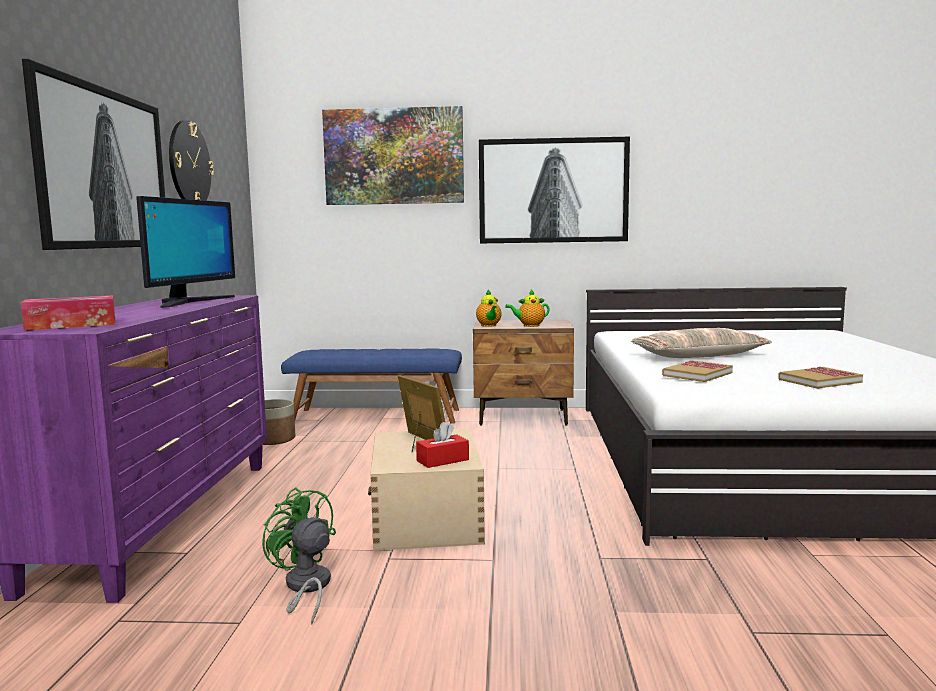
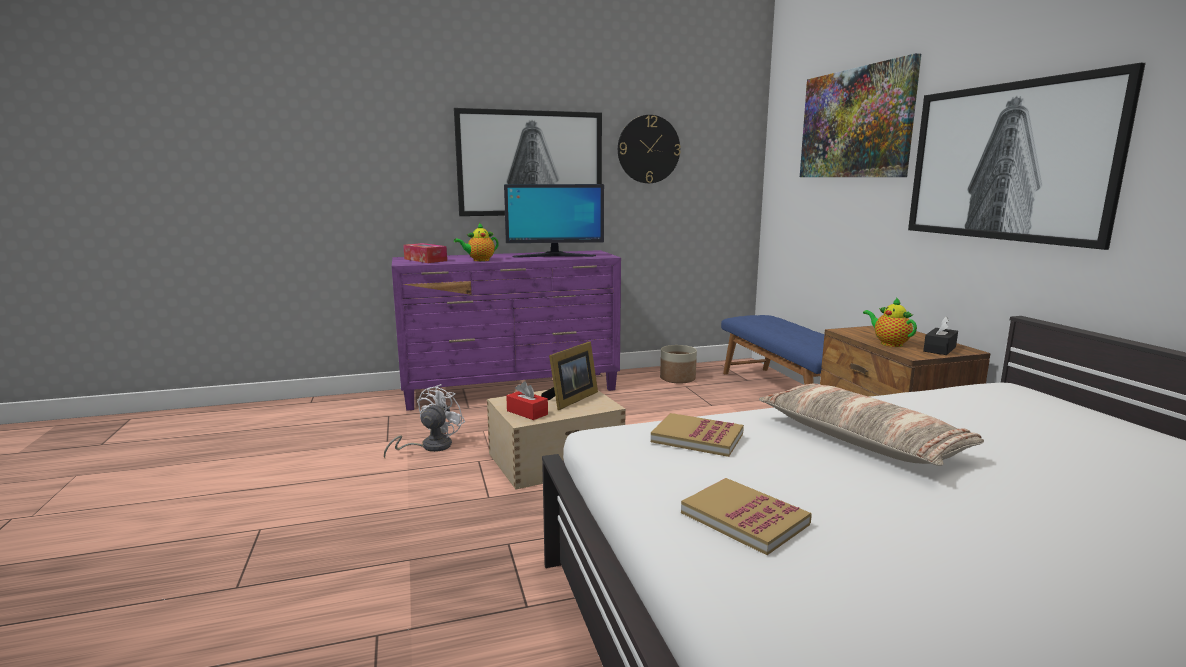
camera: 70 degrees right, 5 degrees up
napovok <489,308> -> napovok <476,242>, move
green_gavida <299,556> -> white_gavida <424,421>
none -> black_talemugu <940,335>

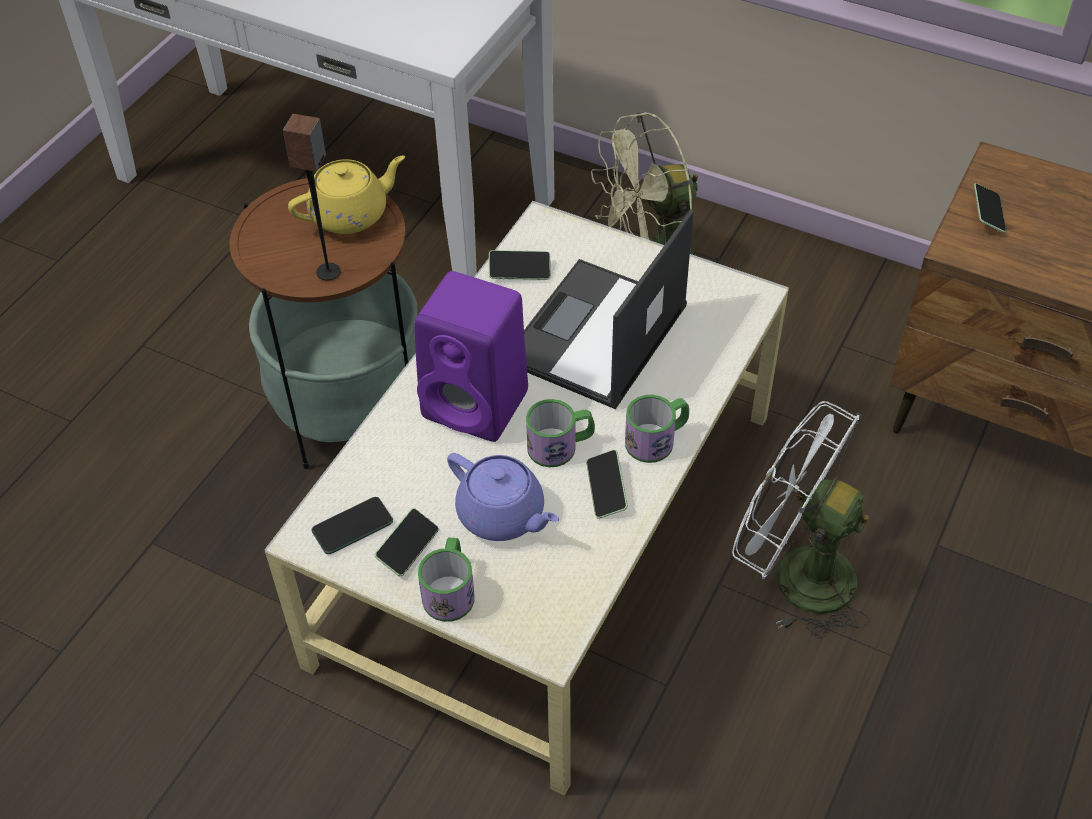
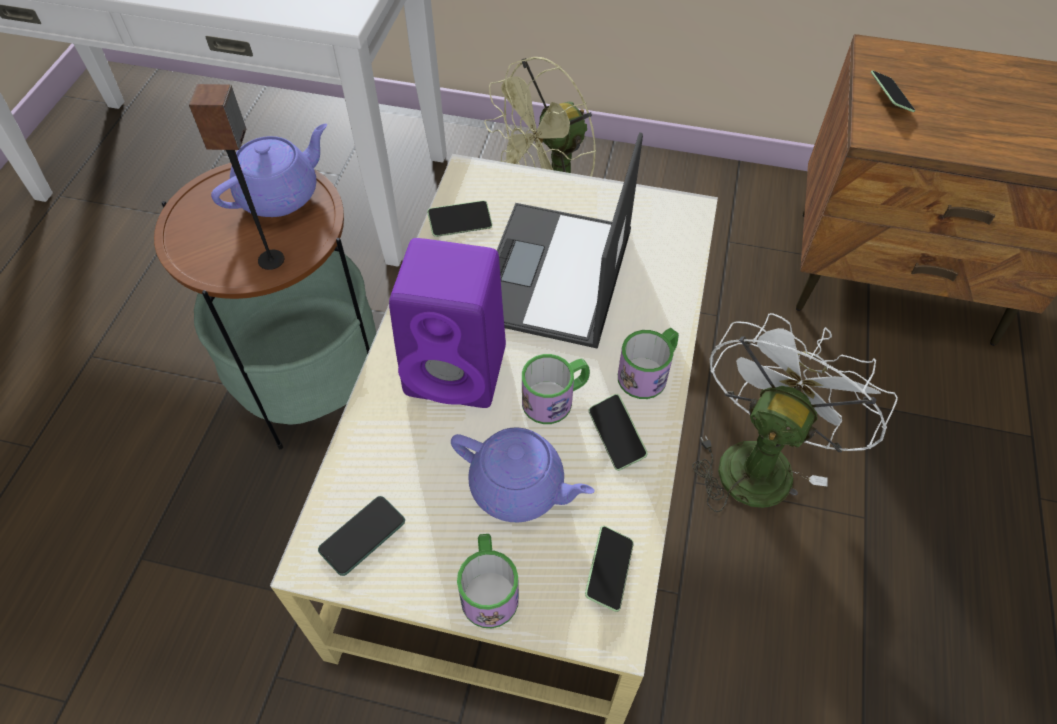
camera: 15 degrees left, 5 degrees up
yellow_napovok <346,195> -> purple_napovok <269,170>
white_gavida <801,520> -> white_gavida <795,412>, 105 degrees clockwise
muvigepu <407,542> -> muvigepu <609,569>, move

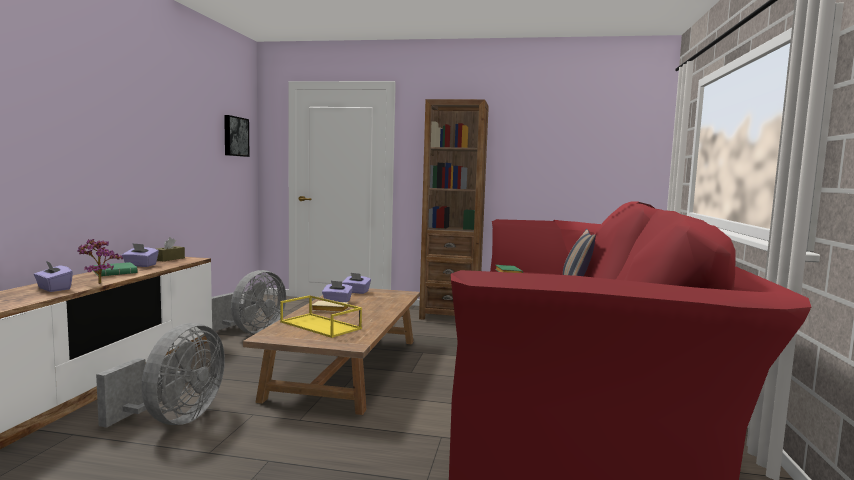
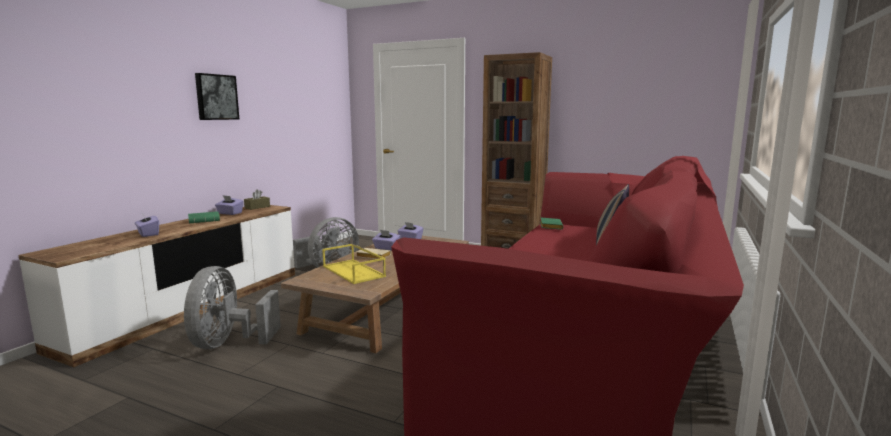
camera: 15 degrees right, 5 degrees up
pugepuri <236,136> -> pugepuri <217,96>, move
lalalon <100,261> -> none
grey_gavida <160,375> -> grey_gavida <232,307>, 150 degrees clockwise

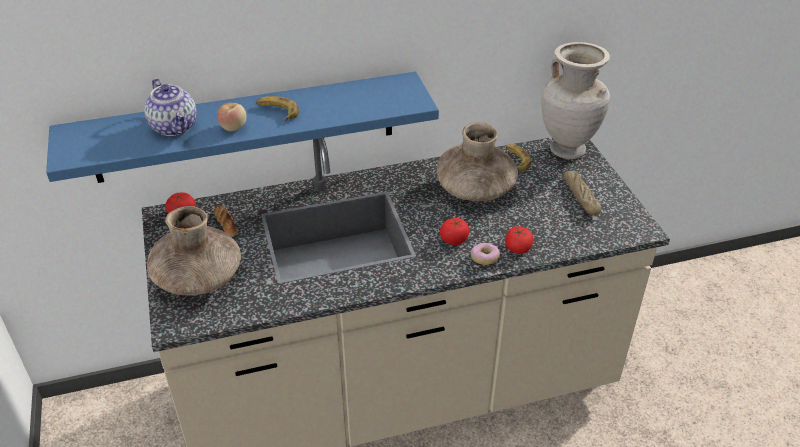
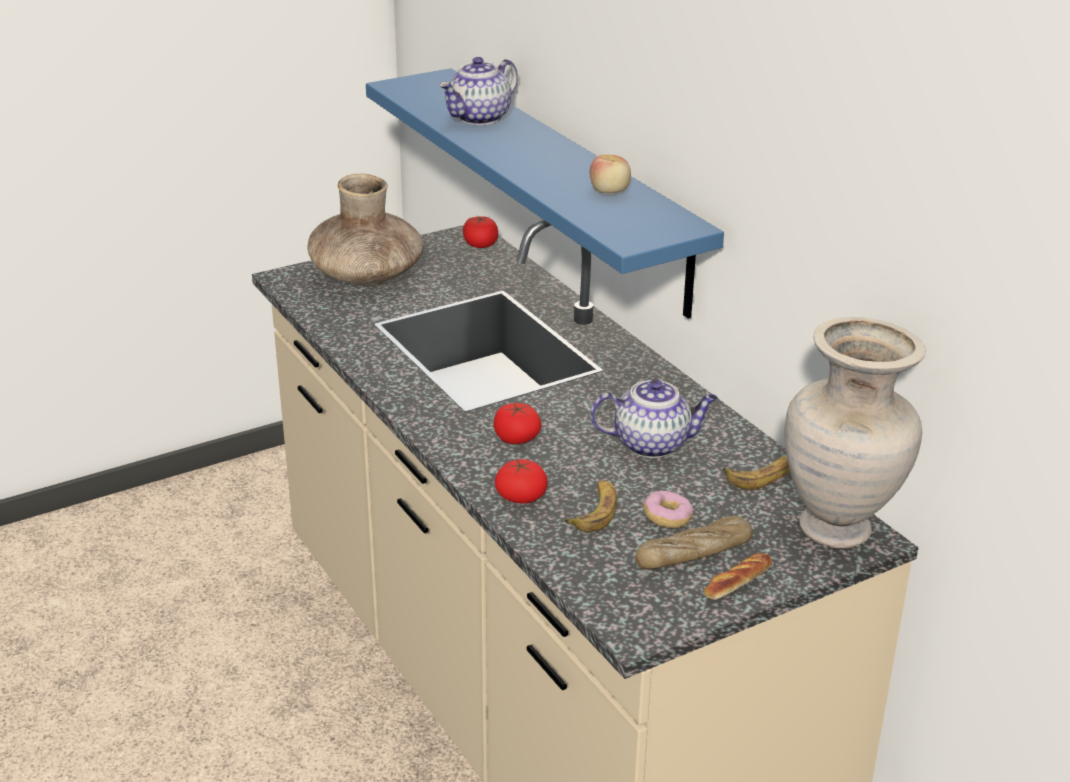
camera: 75 degrees right, 10 degrees down
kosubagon <277,108> -> kosubagon <590,506>, move
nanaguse <232,116> -> nanaguse <610,173>, move
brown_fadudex <477,161> -> napovok <654,418>
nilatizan <226,221> -> nilatizan <738,576>, move
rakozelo <485,254> -> rakozelo <668,509>, move

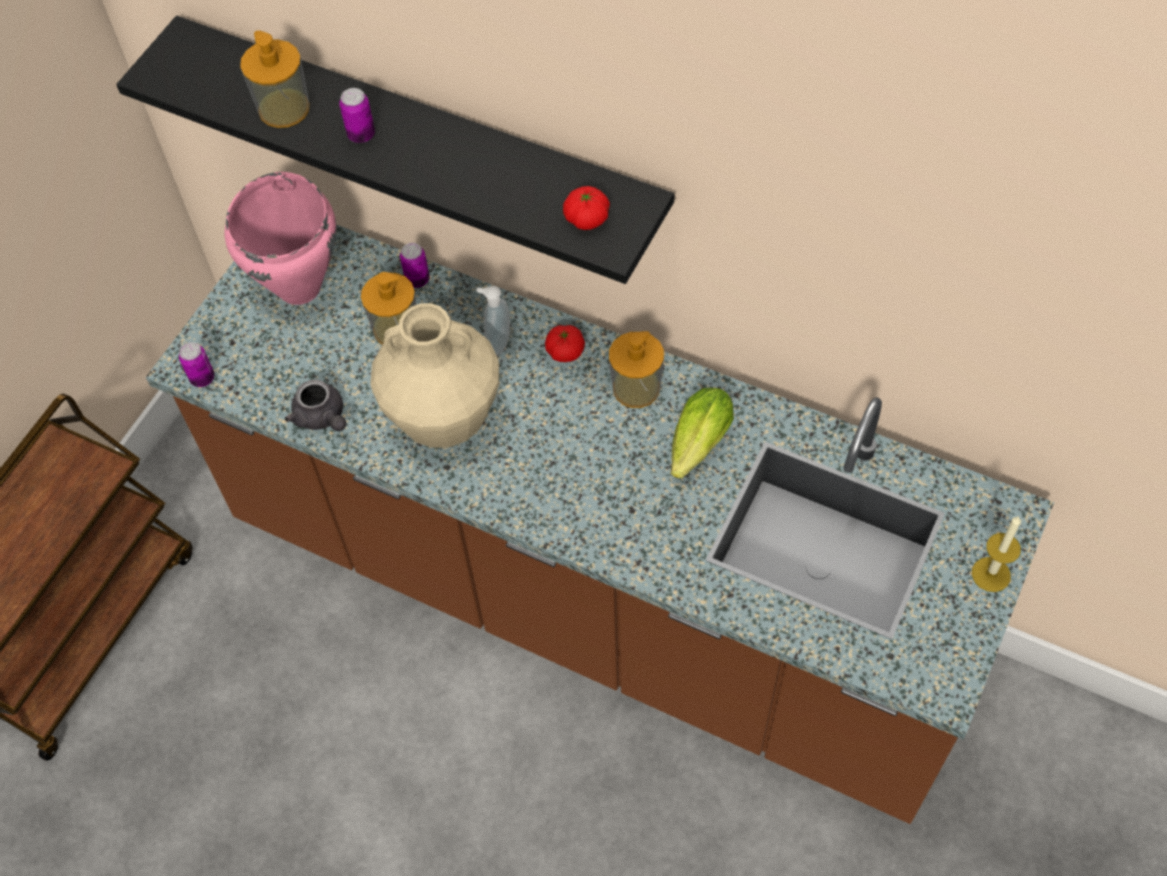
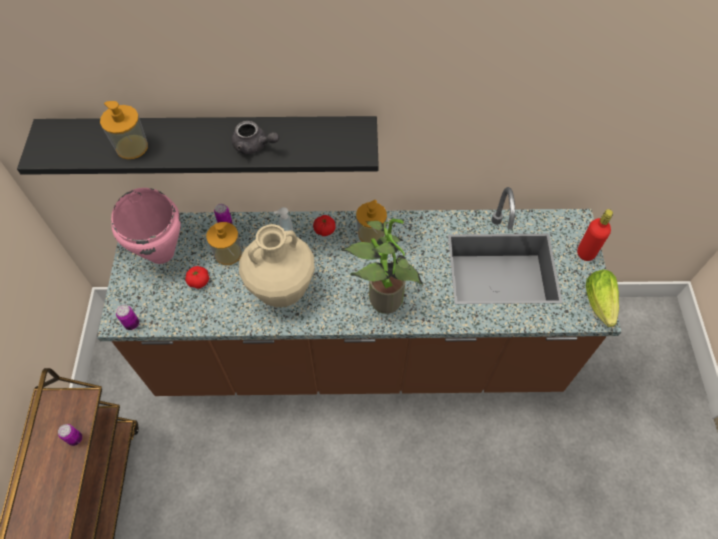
camera: 30 degrees left, 0 degrees up
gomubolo <357,115> -> gomubolo <70,435>, move
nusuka <586,208> -> nusuka <197,277>, move
grey_napovok <315,405> -> grey_napovok <255,137>, move
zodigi <702,433> -> zodigi <602,298>, move
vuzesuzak <996,554> -> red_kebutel <595,235>
none -> lalalon <382,266>

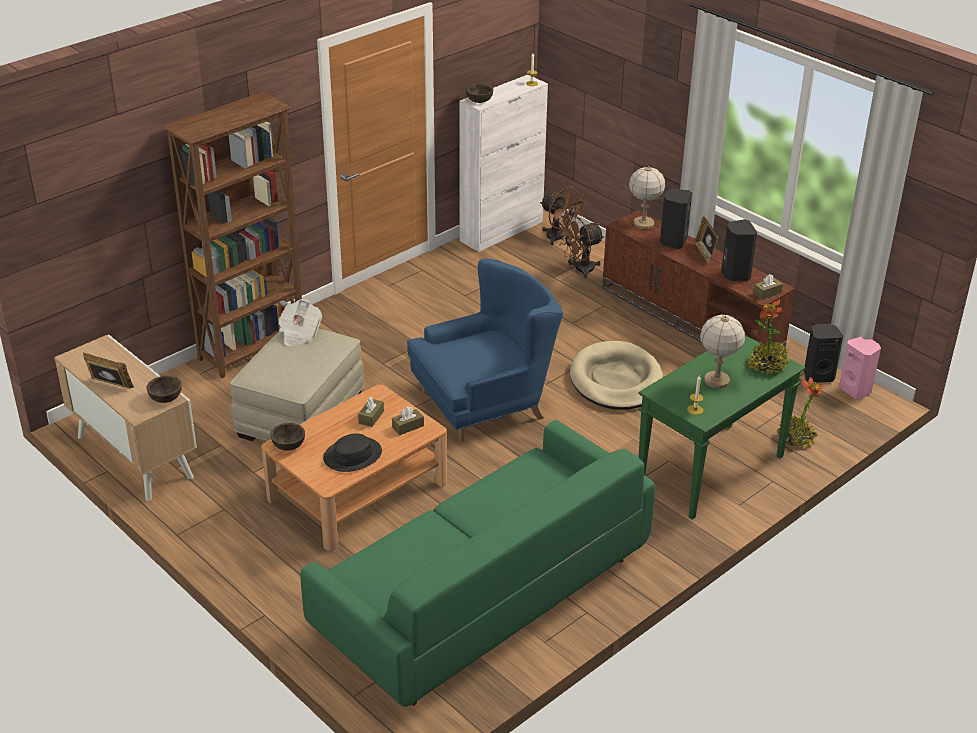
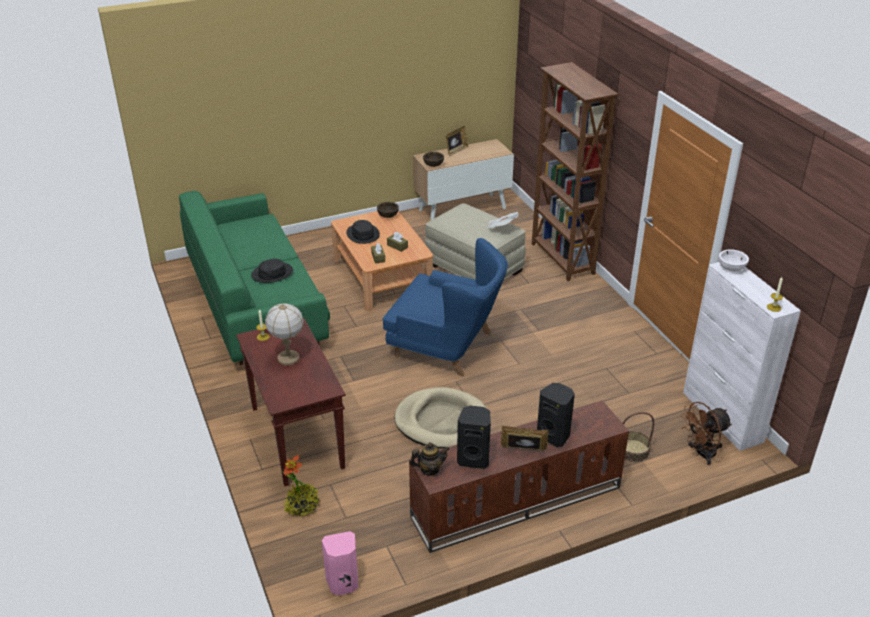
camera: 110 degrees right, 0 degrees up
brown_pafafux <479,93> -> white_pafafux <734,260>
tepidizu <647,197> -> none
brown_gavida <581,247> -> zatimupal <638,437>
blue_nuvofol <485,350> -> blue_nuvofol <445,307>, 60 degrees counterclockwise
brown_talemugu <768,287> -> napovok <430,459>
lalalon <768,336> -> none
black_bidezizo <823,353> -> none
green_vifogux <721,427> -> brown_vifogux <291,402>
none -> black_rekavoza <272,271>

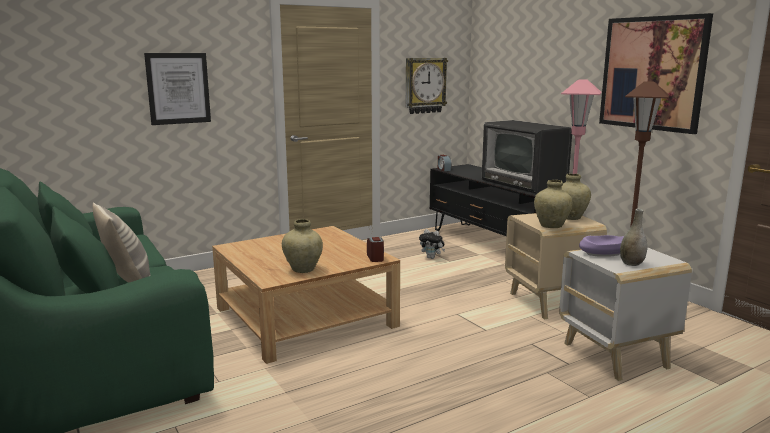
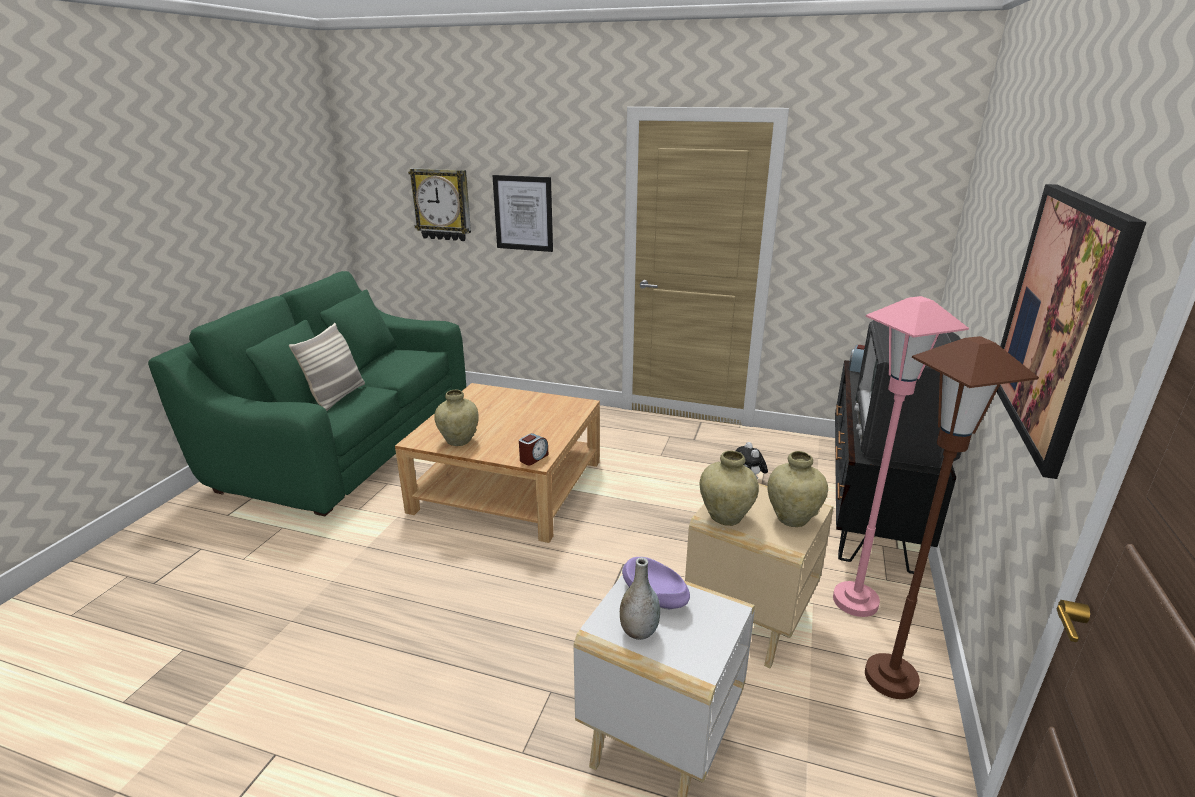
camera: 50 degrees right, 10 degrees up
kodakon <427,86> -> kodakon <439,204>, move

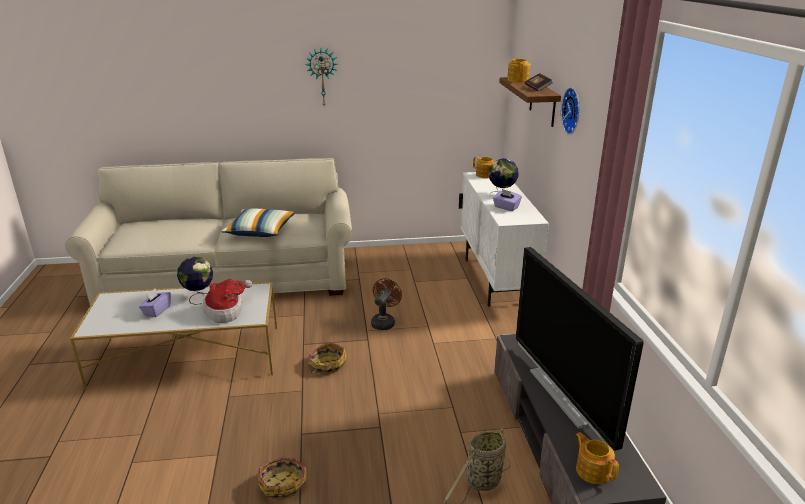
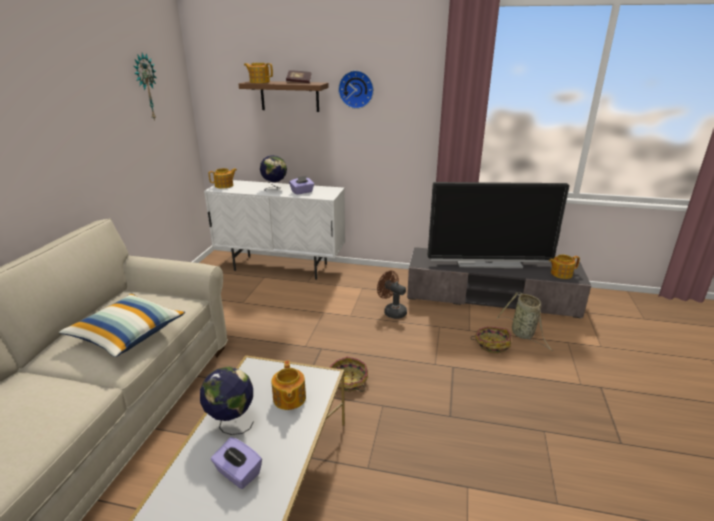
camera: 70 degrees left, 0 degrees up
kodakon <321,77> -> kodakon <145,87>, move
brown_gavida <386,304> -> brown_gavida <392,295>, move
rekavoza <227,301> -> napovok <288,385>
zatimupal <282,478> -> zatimupal <490,339>, move

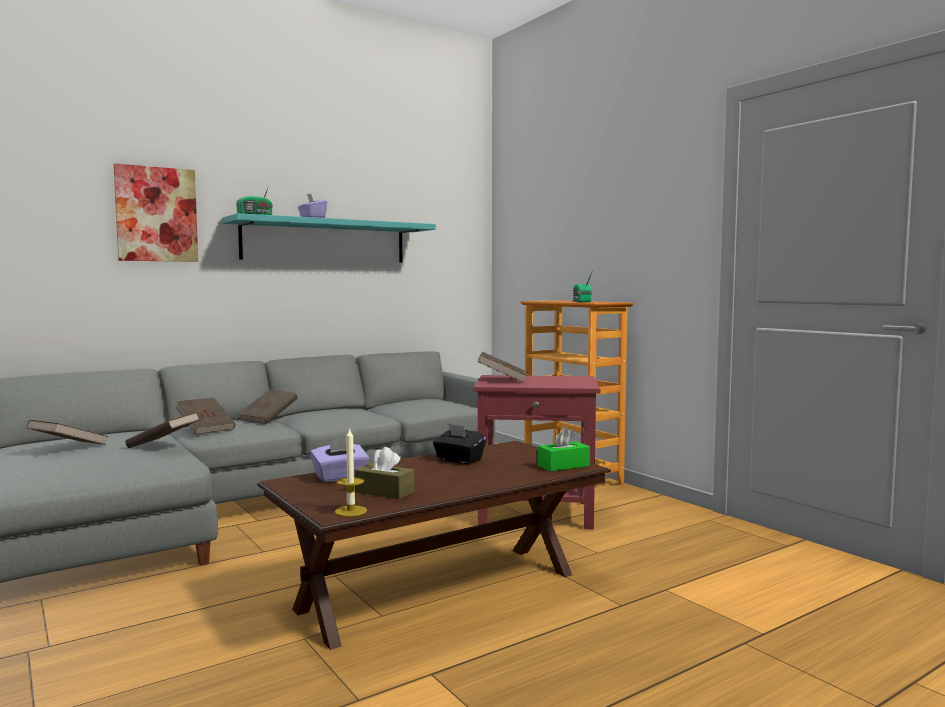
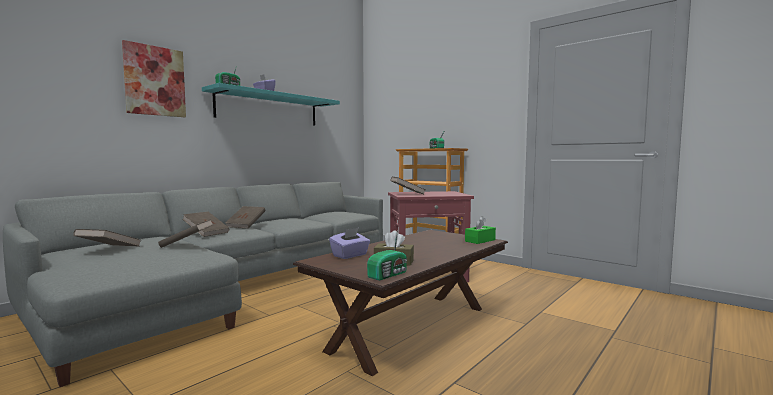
camera: 15 degrees left, 0 degrees up
black_talemugu <459,444> -> none
vuzesuzak <351,472> -> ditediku <387,257>

